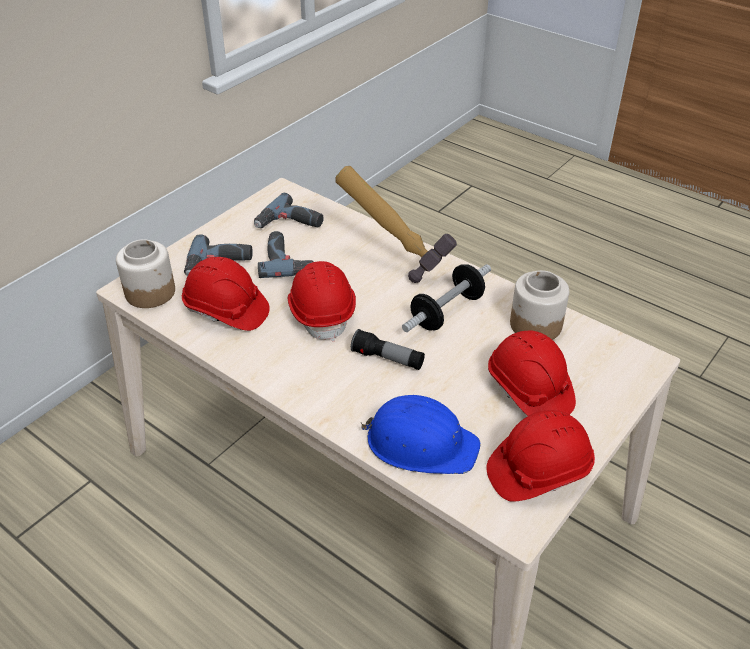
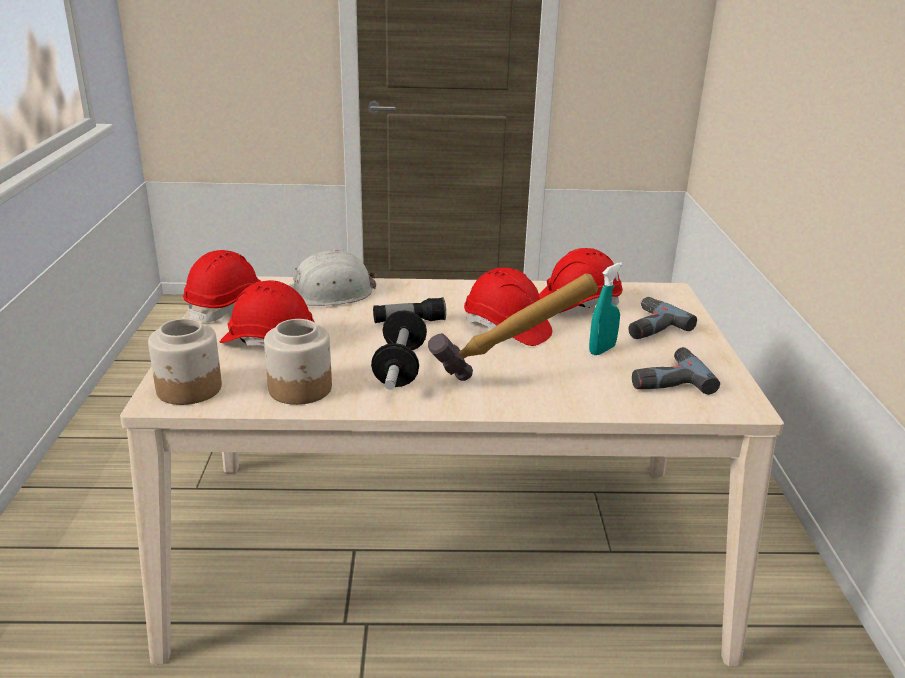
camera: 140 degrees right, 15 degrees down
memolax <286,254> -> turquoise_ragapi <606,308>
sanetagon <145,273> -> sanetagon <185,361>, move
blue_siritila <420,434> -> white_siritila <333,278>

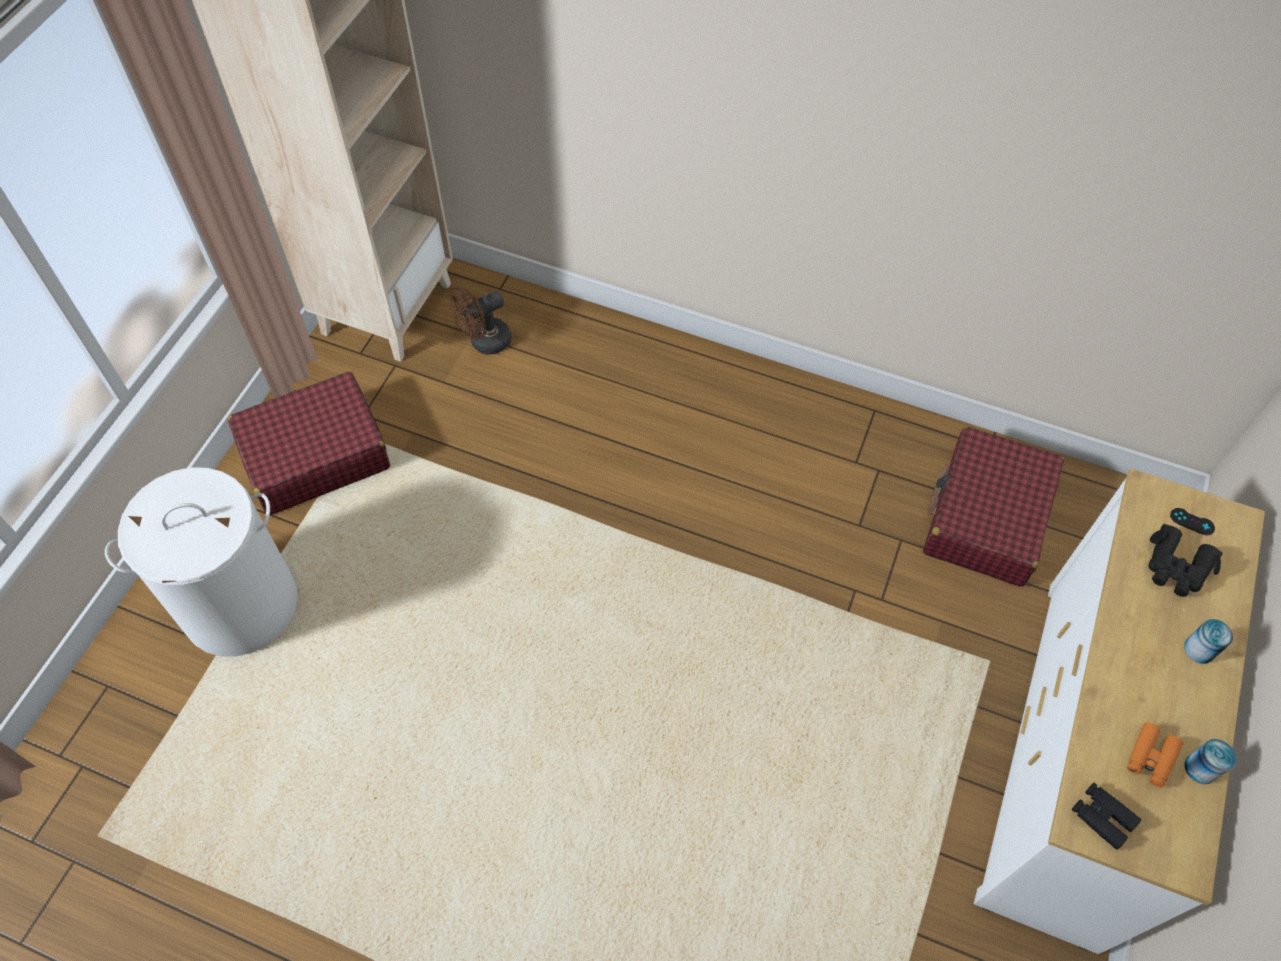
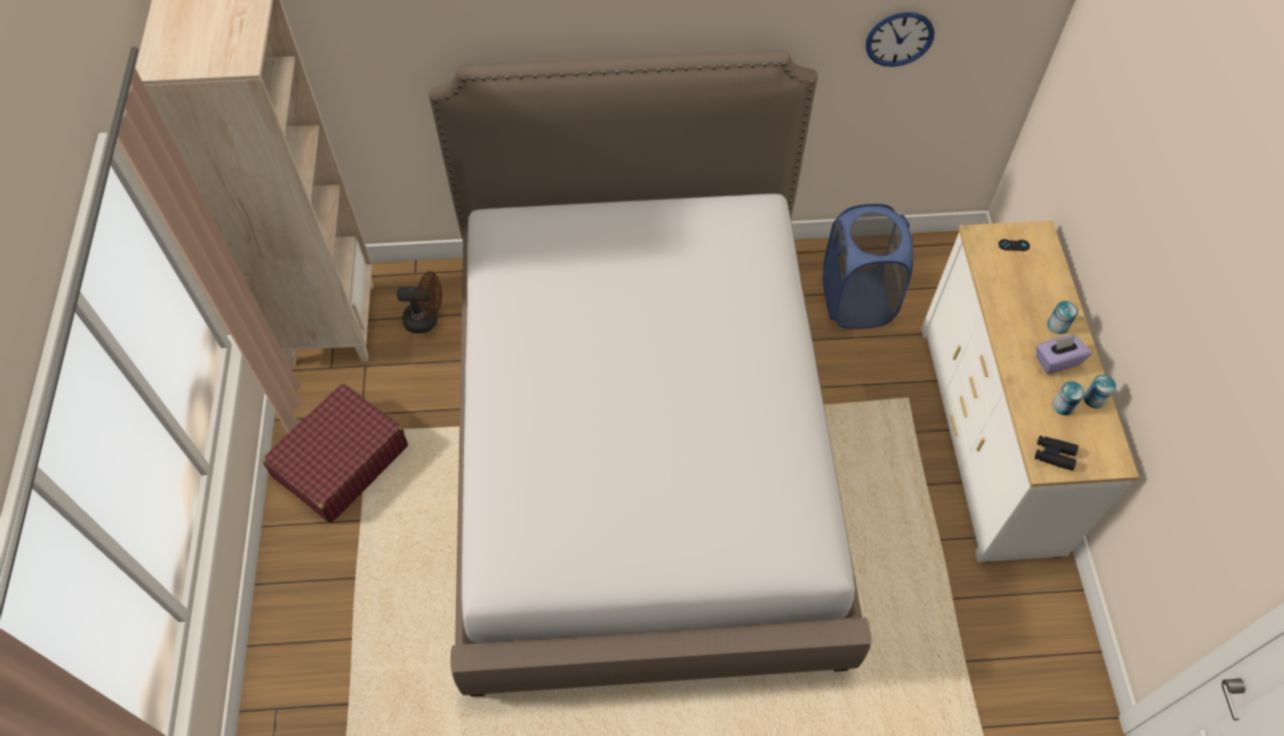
camera: 25 degrees left, 0 degrees up
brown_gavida <481,320> -> brown_gavida <419,302>, 120 degrees counterclockwise
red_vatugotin <993,507> -> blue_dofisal <868,266>
white_dofisal <201,562> -> none
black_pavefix <1185,560> -> none
orange_pavefix <1155,755> -> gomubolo <1068,398>
none -> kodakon <900,39>
none -> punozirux <650,373>
none -> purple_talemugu <1063,354>

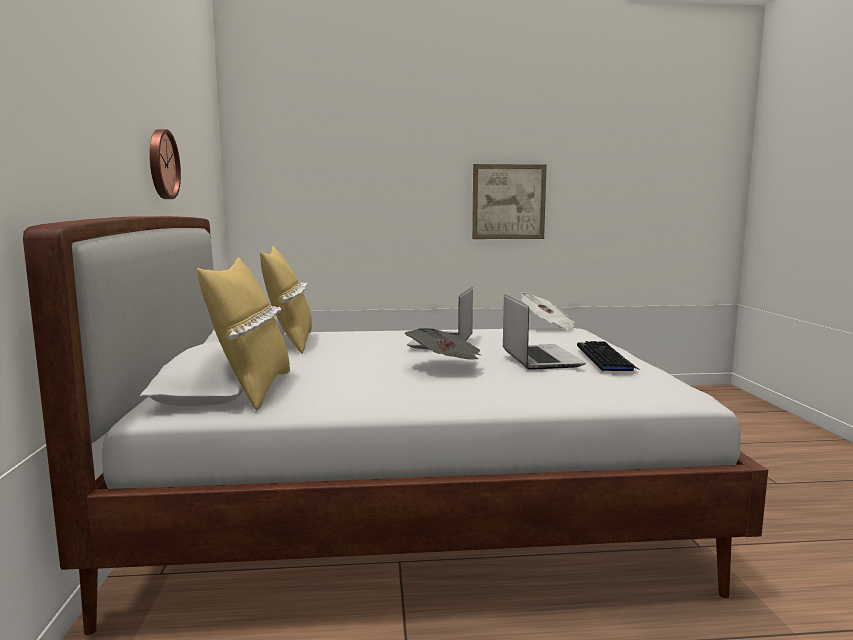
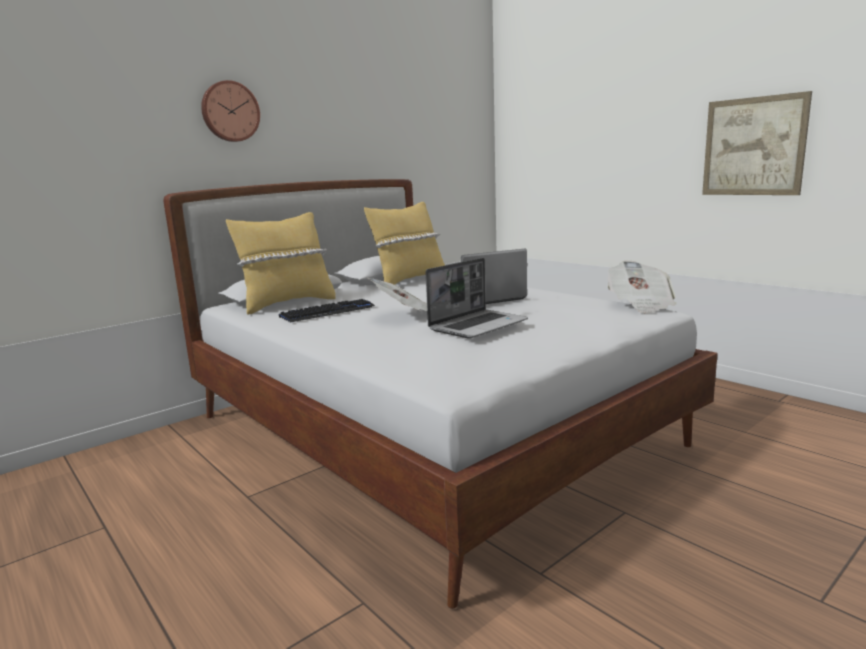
camera: 55 degrees right, 5 degrees up
kodakon <165,164> -> kodakon <230,111>, move
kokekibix <608,356> -> kokekibix <327,310>, move

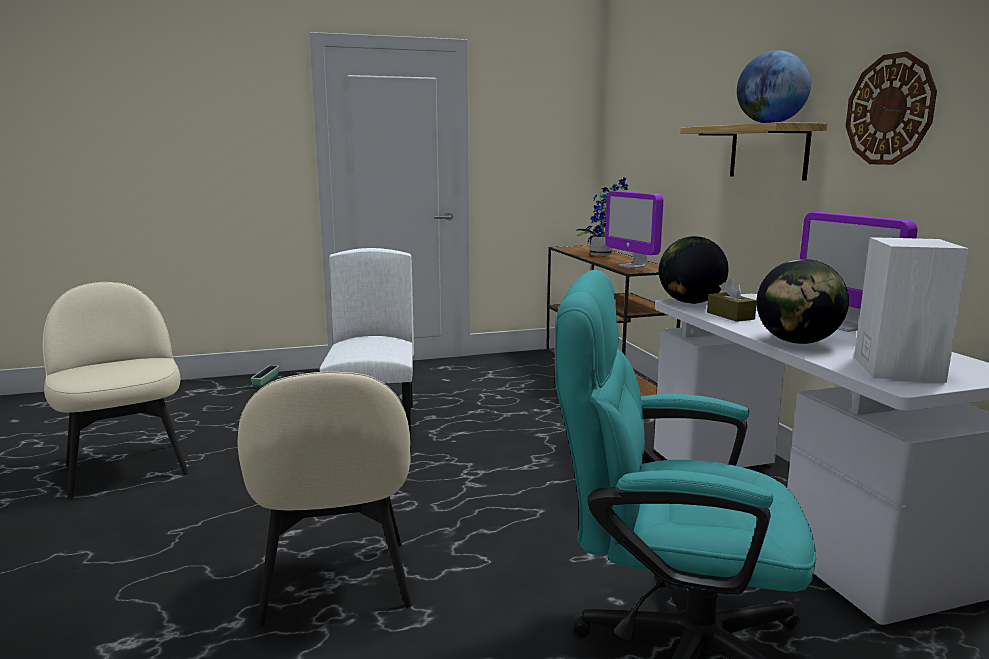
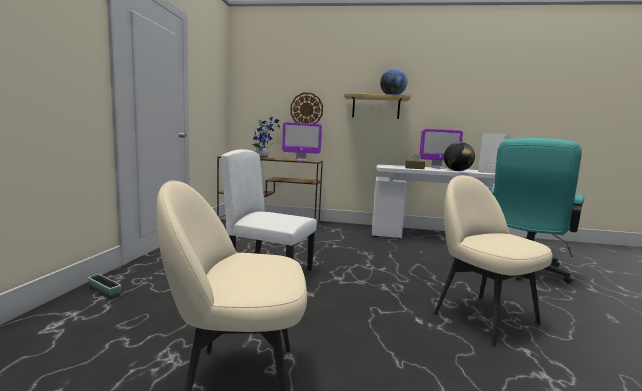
camera: 65 degrees left, 5 degrees down
kodakon <891,108> -> kodakon <306,108>, move
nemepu <693,270> -> none
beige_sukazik <325,499> -> beige_sukazik <493,261>, 135 degrees counterclockwise

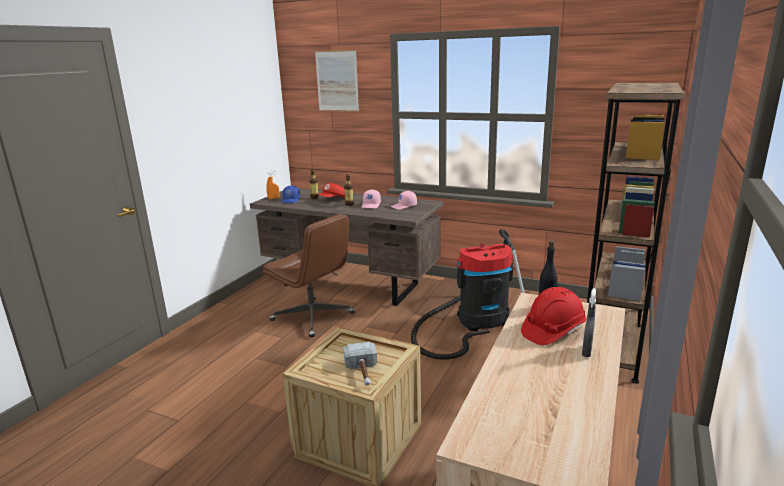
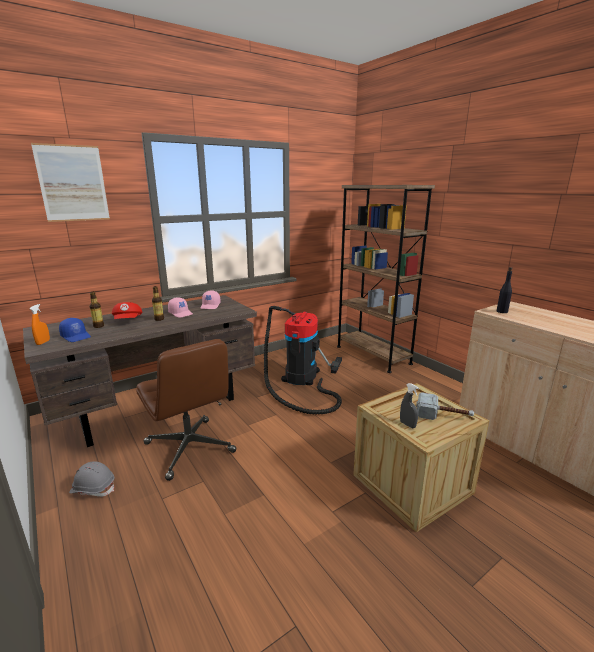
camera: 60 degrees left, 0 degrees up
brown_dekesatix <309,275> -> brown_dekesatix <186,410>, 75 degrees clockwise
red_siritila <553,316> -> none
grey_ragapi <589,322> -> grey_ragapi <409,405>, move
none -> grey_siritila <91,479>

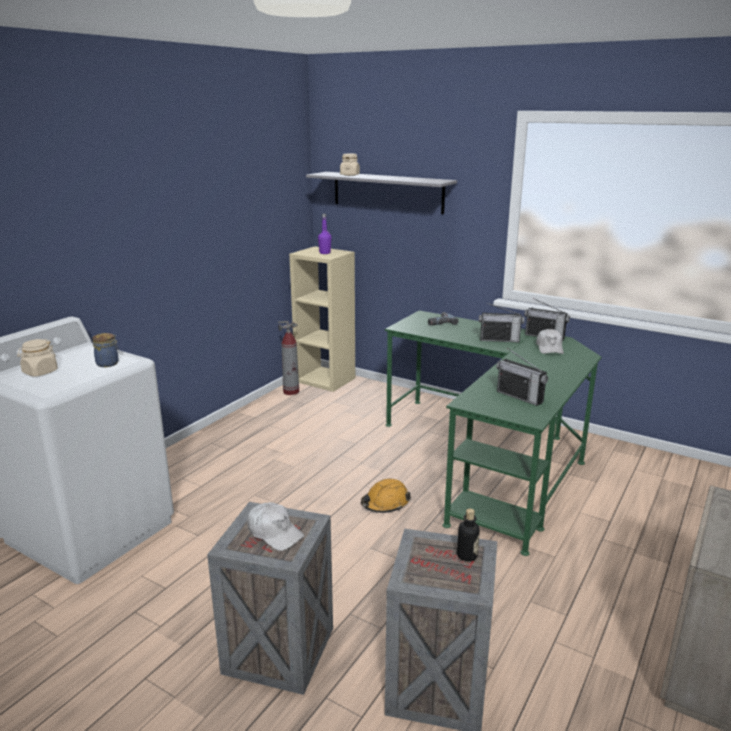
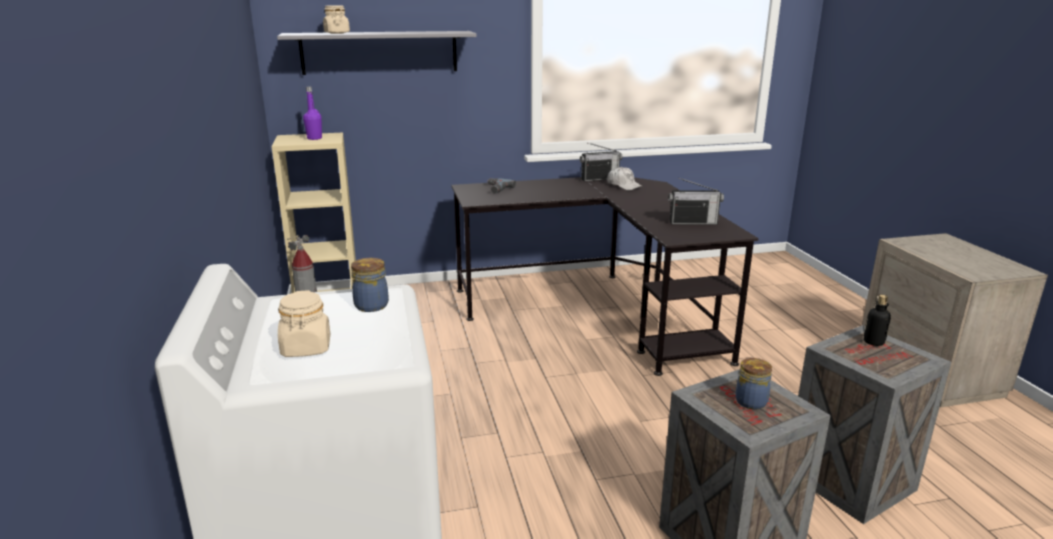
camera: 45 degrees left, 0 degrees up
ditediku <501,322> -> none
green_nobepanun <493,433> -> black_nobepanun <604,276>
orange_siritila <386,496> -> none
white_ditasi <275,526> -> sanetagon <753,383>

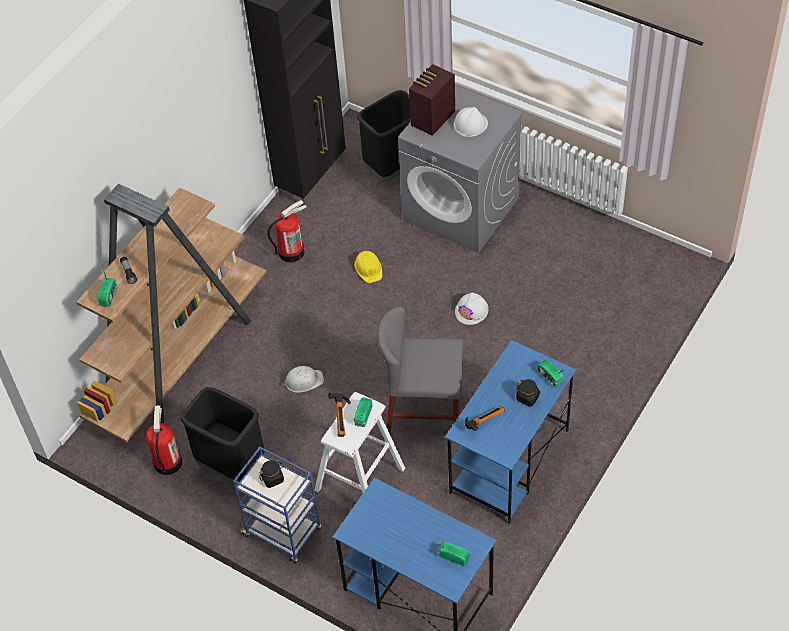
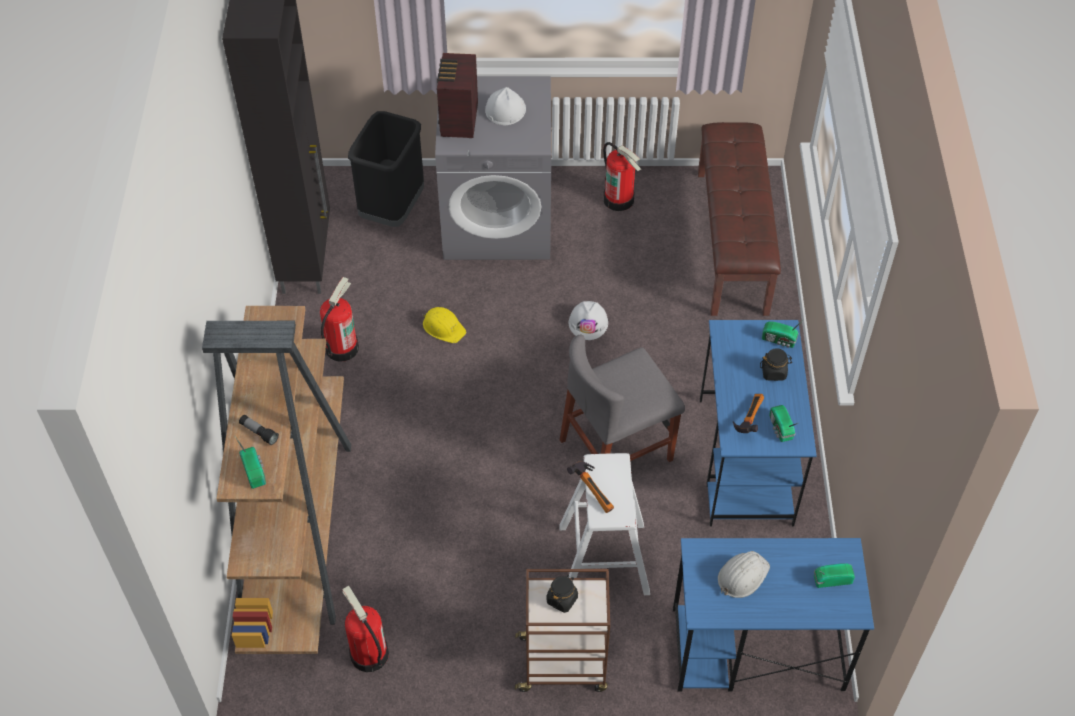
camera: 35 degrees left, 0 degrees up
white_siritila <303,379> -> white_siritila <744,574>, move
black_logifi <223,436> -> none
ditediku <362,412> -> ditediku <783,423>, move
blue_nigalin <277,505> -> brown_nigalin <562,630>
none -> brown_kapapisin <739,219>
none -> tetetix <622,176>

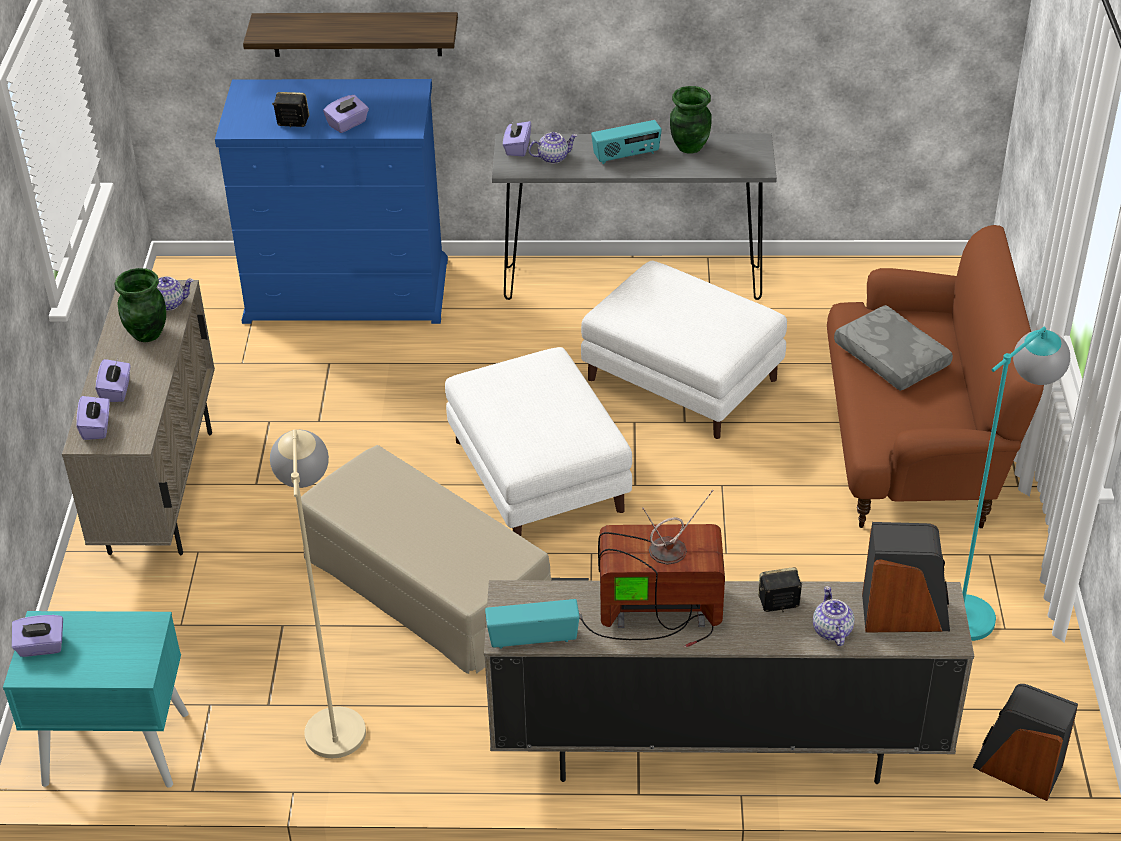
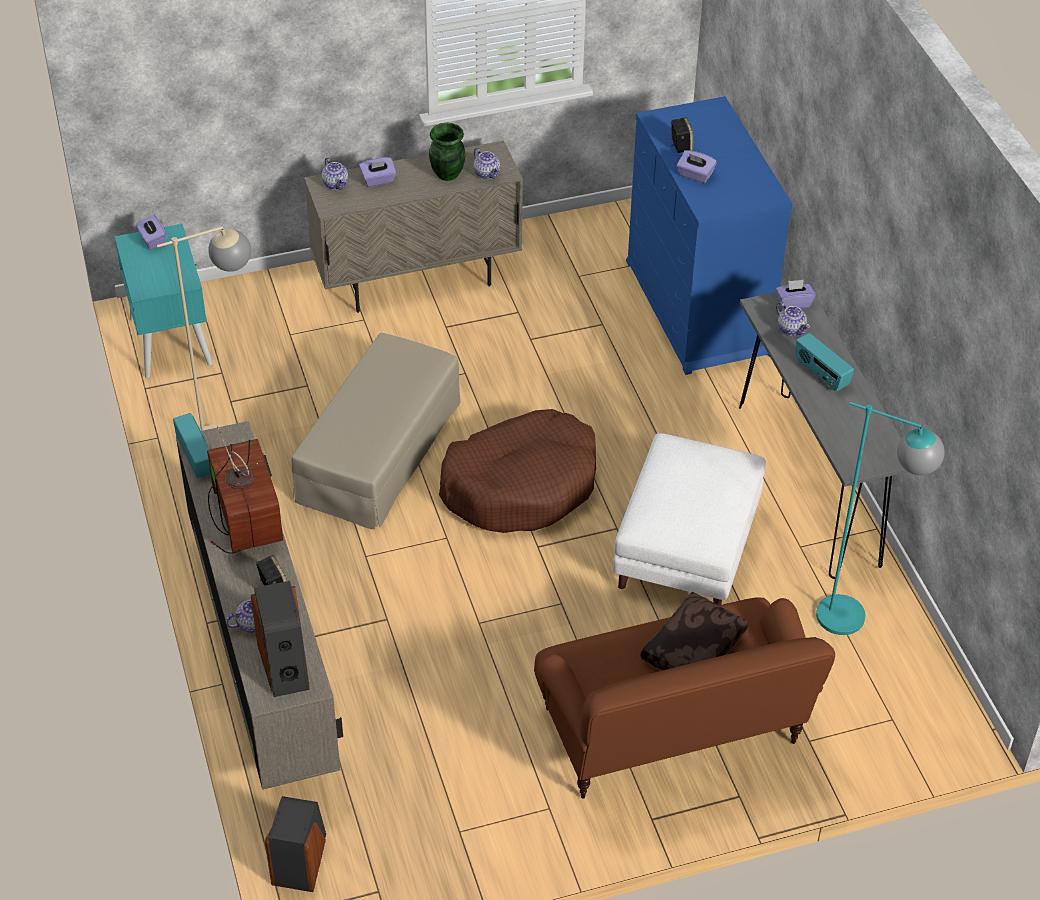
camera: 70 degrees right, 5 degrees up
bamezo <350,34> -> none
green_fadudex <691,120> -> none
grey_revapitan <893,348> -> brown_revapitan <694,631>
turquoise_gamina <1016,484> -> turquoise_gamina <880,518>, move
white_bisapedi <538,441> -> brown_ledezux <517,471>
purple_talemugu <93,418> -> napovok <335,173>

